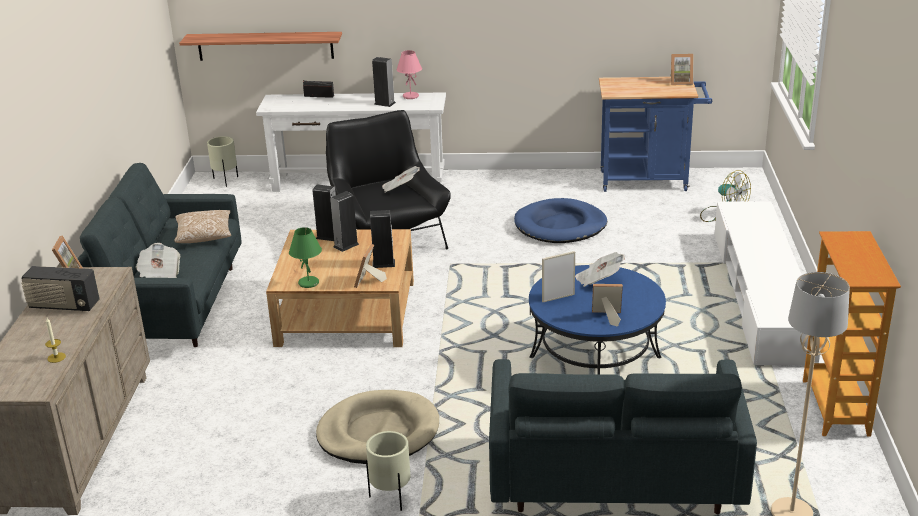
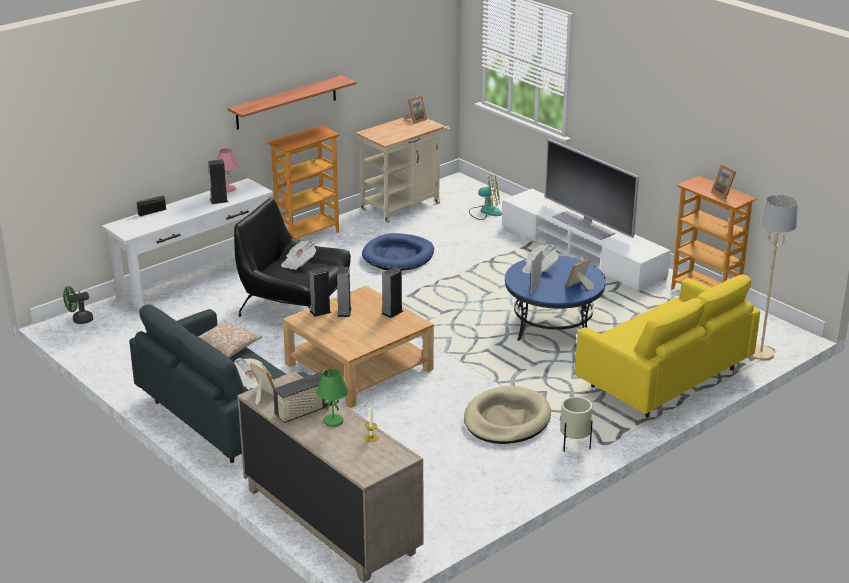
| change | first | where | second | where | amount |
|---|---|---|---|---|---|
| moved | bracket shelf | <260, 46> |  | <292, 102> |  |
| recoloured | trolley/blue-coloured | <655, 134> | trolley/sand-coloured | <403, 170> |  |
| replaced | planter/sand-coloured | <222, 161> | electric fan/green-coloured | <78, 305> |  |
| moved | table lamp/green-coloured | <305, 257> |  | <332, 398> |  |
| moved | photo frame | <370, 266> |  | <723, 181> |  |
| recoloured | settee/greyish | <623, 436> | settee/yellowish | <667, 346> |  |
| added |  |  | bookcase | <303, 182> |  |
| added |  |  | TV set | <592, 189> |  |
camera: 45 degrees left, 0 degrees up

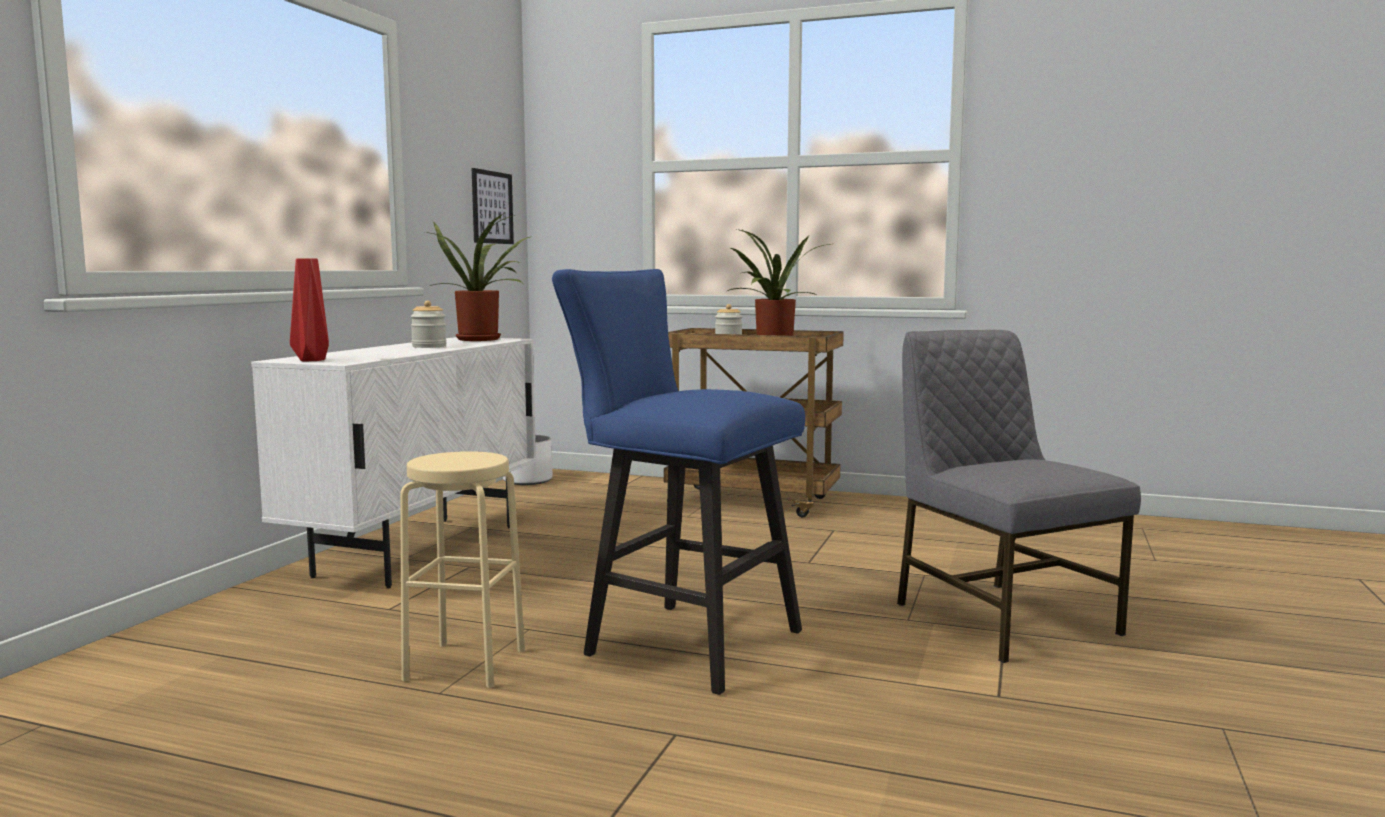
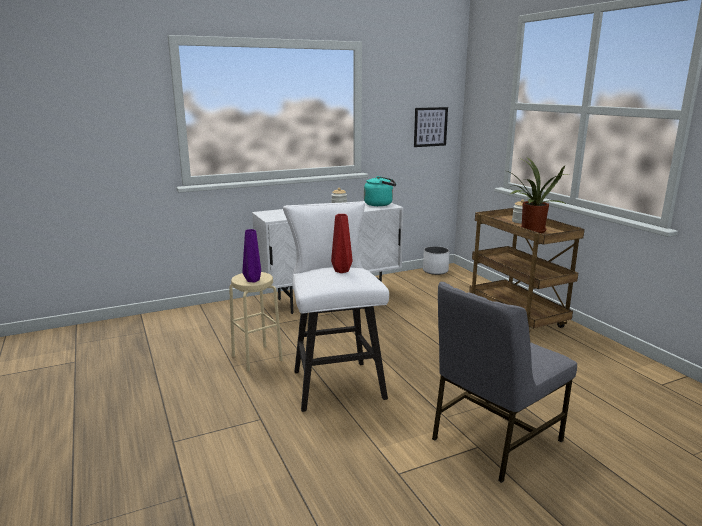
| change | first | where | second | where | amount |
|---|---|---|---|---|---|
| replaced | houseplant | <477, 277> | water kettle/turquoise | <380, 191> |  |
| moved | flower vase/reddish | <309, 309> |  | <342, 243> |  |
| recoloured | stool/blue-coloured | <678, 482> | stool/whitish | <336, 306> |  |
| turned | plain chair/greyish | <1019, 496> |  | <504, 382> | 150 degrees counterclockwise |
| added |  |  | flower vase/purple-coloured | <251, 255> |  |
camera: 45 degrees right, 10 degrees up

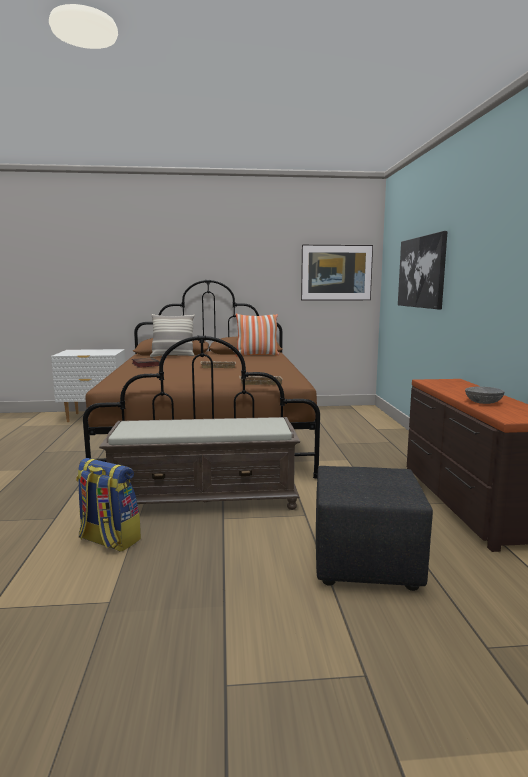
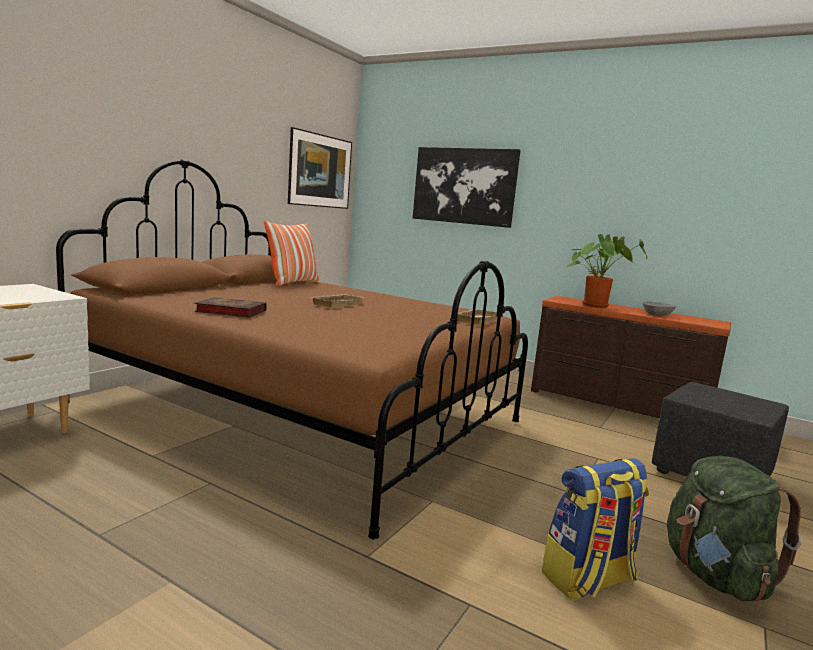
| change | first | where | second | where | amount |
|---|---|---|---|---|---|
| removed | throw pillow | <172, 335> |  |  |  |
| removed | bench/brownish | <199, 463> |  |  |  |
| added |  |  | houseplant | <607, 271> |  |
| added |  |  | knapsack/green-coloured | <734, 529> |  |
camera: 55 degrees left, 0 degrees up

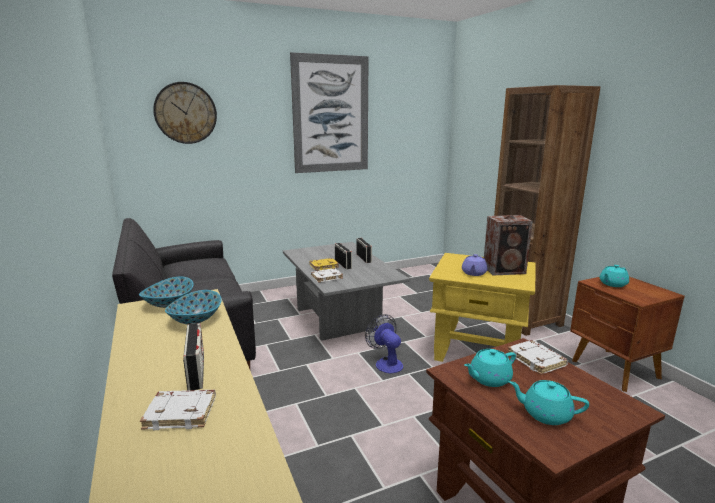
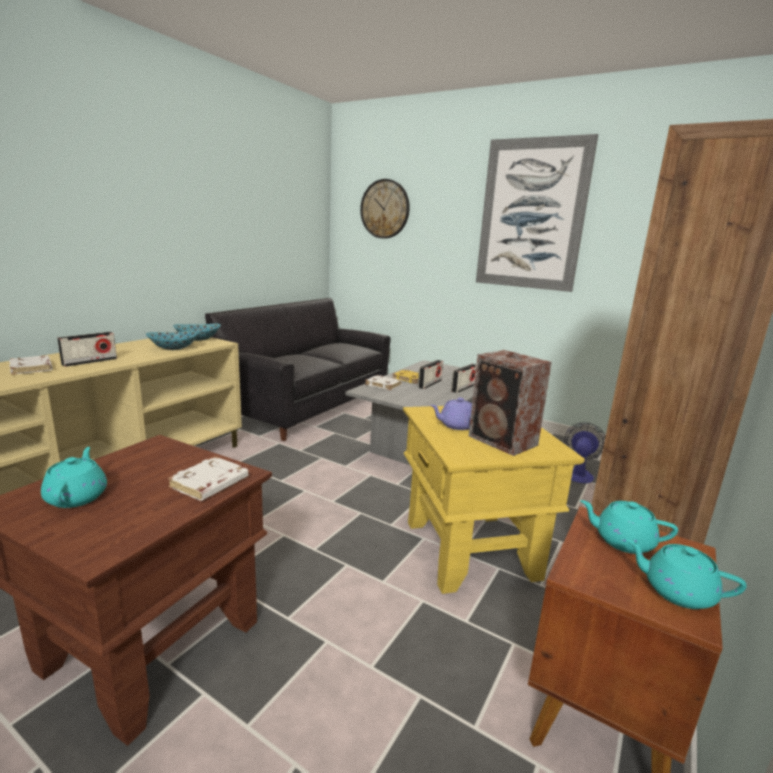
| change | first | where | second | where | amount |
|---|---|---|---|---|---|
| moved | electric fan | <384, 343> |  | <585, 453> |  |
| moved | teapot/turquoise | <490, 368> |  | <687, 574> |  |
camera: 55 degrees right, 0 degrees up

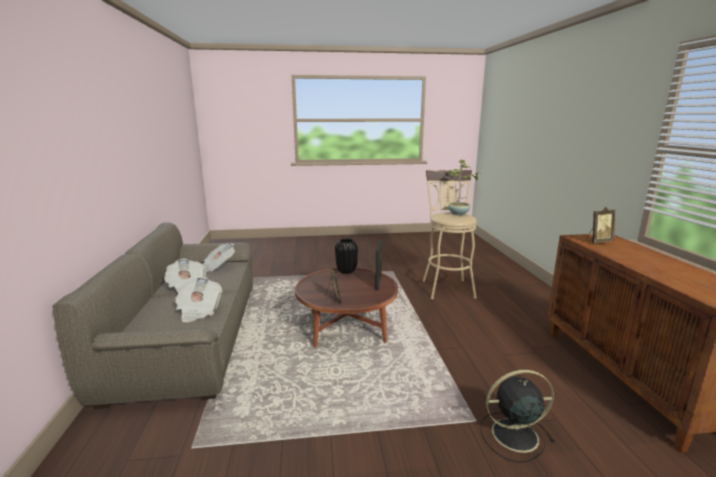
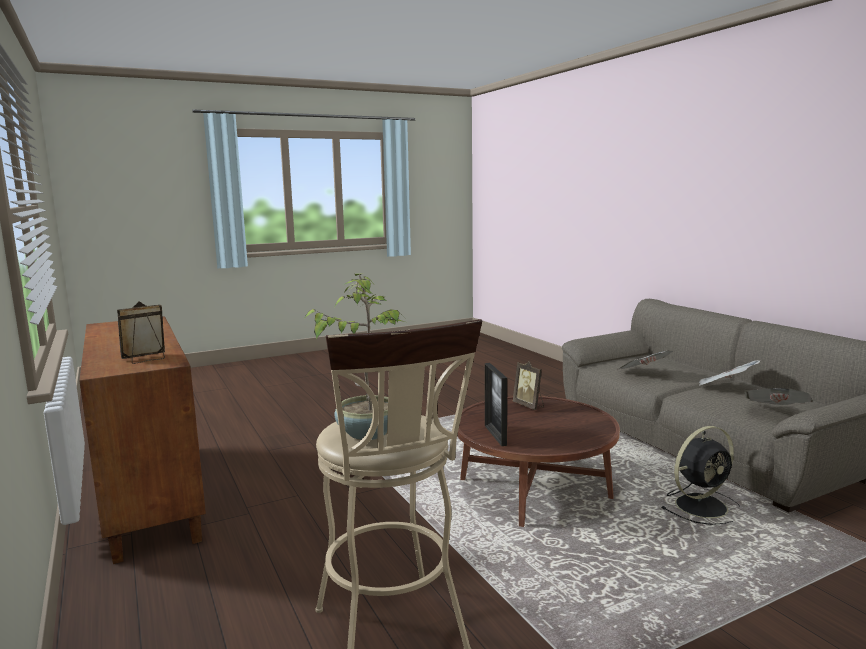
| change | first | where | second | where | amount |
|---|---|---|---|---|---|
| removed | flower vase/black | <346, 256> |  |  |  |
| moved | electric fan/black | <517, 416> |  | <700, 475> |  |
camera: 160 degrees right, 5 degrees down

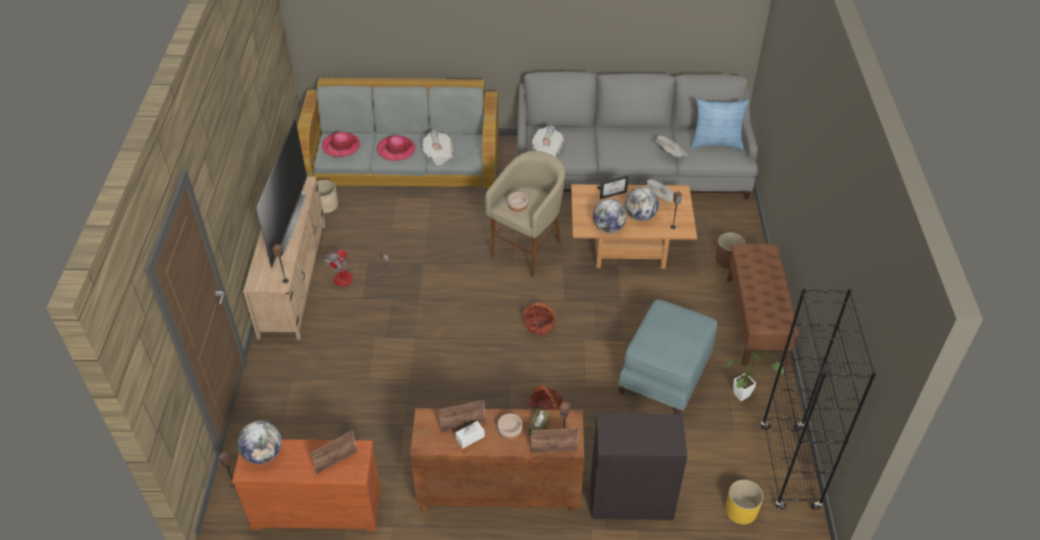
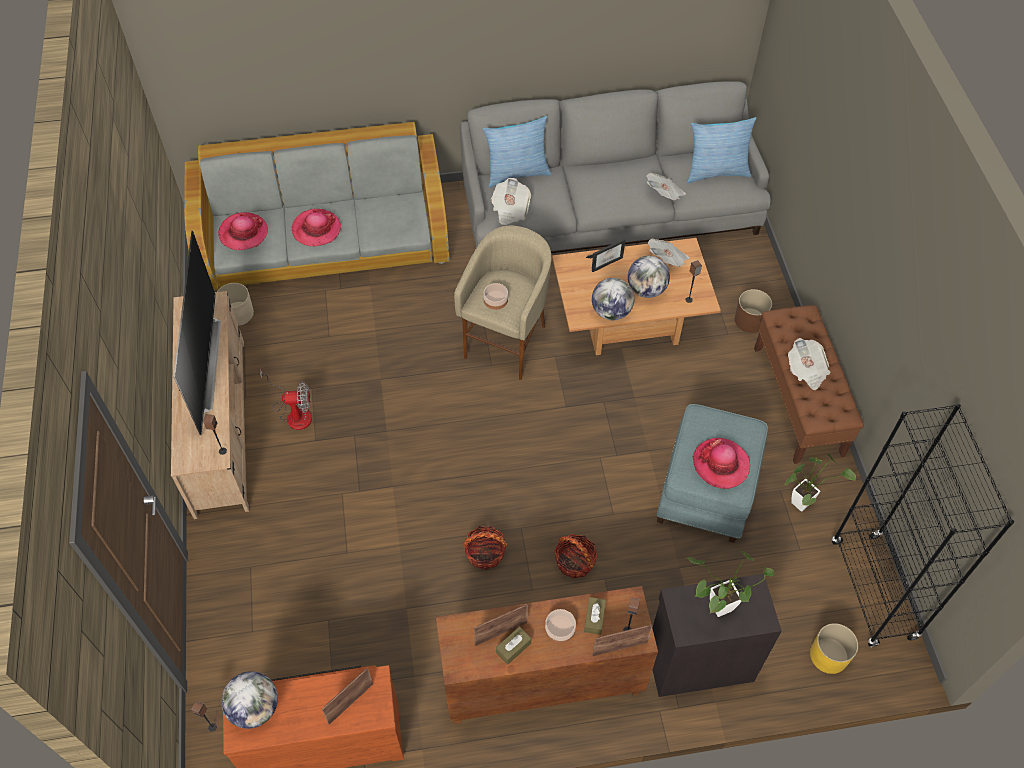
| change | first | where | second | where | amount |
|---|---|---|---|---|---|
| moved | printed paper | <438, 148> |  | <809, 364> |  |
| turned | electric fan | <356, 267> |  | <286, 399> | 105 degrees counterclockwise |
| moved | household basket | <540, 319> |  | <485, 548> |  |
| recoloured | tissue holder/whitish | <470, 434> | tissue holder/brownish | <513, 645> |  |
| added |  |  | throw pillow | <517, 152> |  |
| added |  |  | wearable hat | <721, 463> |  |
| added |  |  | houseplant | <731, 584> |  |
camera: 10 degrees left, 10 degrees up

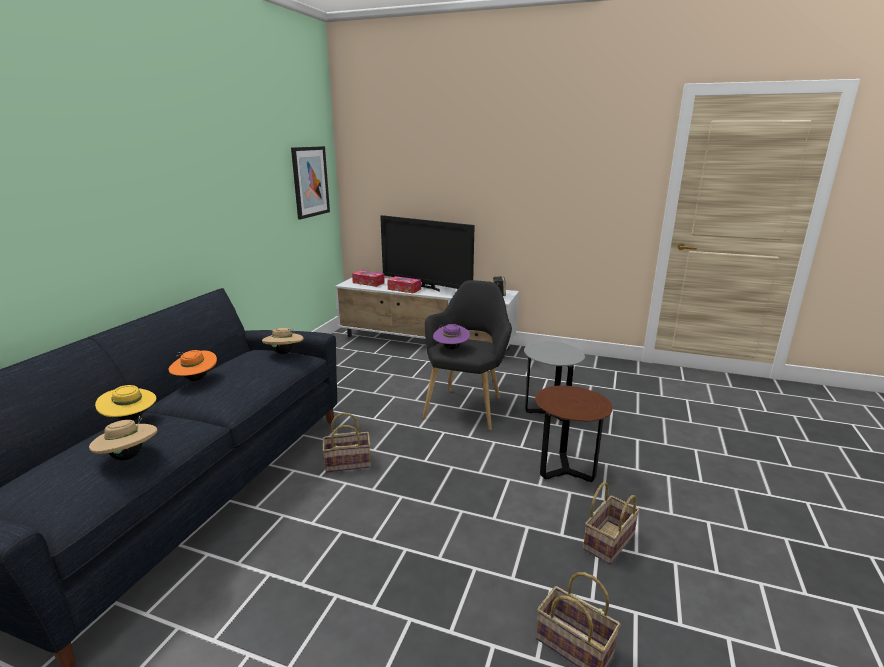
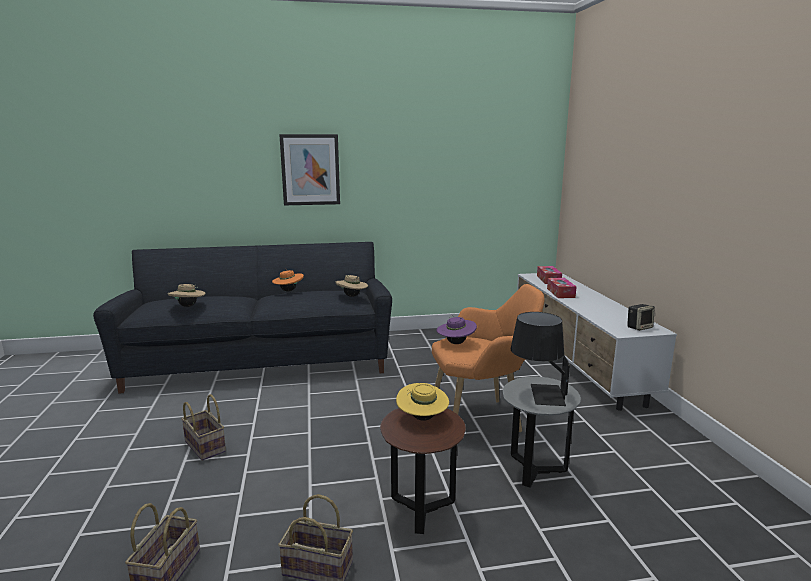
| change | first | where | second | where | amount |
|---|---|---|---|---|---|
| moved | picture | <310, 182> |  | <309, 169> |  |
| removed | TV set | <427, 253> |  |  |  |
| recoloured | lounge chair/black | <467, 355> | lounge chair/orangey | <488, 358> |  |
| moved | wearable hat/yellowish | <125, 402> |  | <422, 402> |  |
| moved | household basket | <347, 443> |  | <203, 427> |  |
| added |  |  | table lamp/black | <540, 359> |  |
camera: 60 degrees right, 5 degrees down

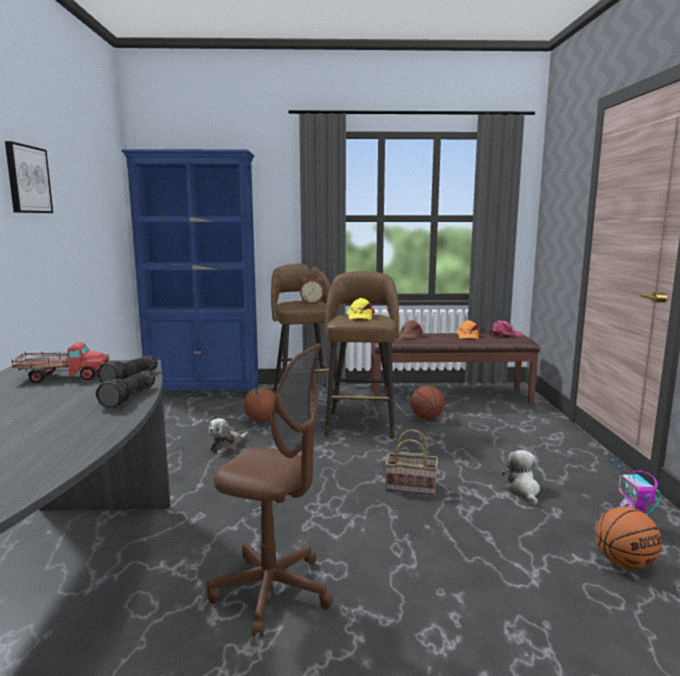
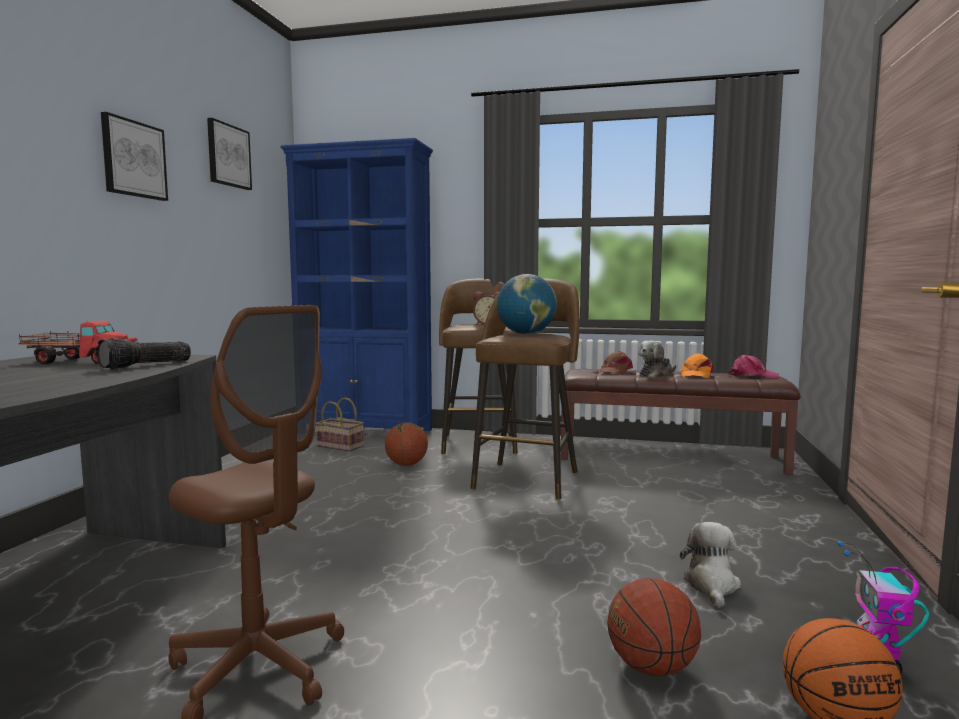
| change | first | where | second | where | amount |
|---|---|---|---|---|---|
| replaced | peaked cap/yellowish | <361, 309> | globe | <527, 304> |  |
| removed | flashlight | <126, 389> |  |  |  |
| moved | basketball | <427, 403> |  | <654, 627> |  |
| moved | cuddly toy | <228, 436> |  | <657, 359> |  |
| moved | household basket | <411, 462> |  | <340, 424> |  |
| added |  |  | picture | <229, 154> |  |
camera: 15 degrees right, 5 degrees down

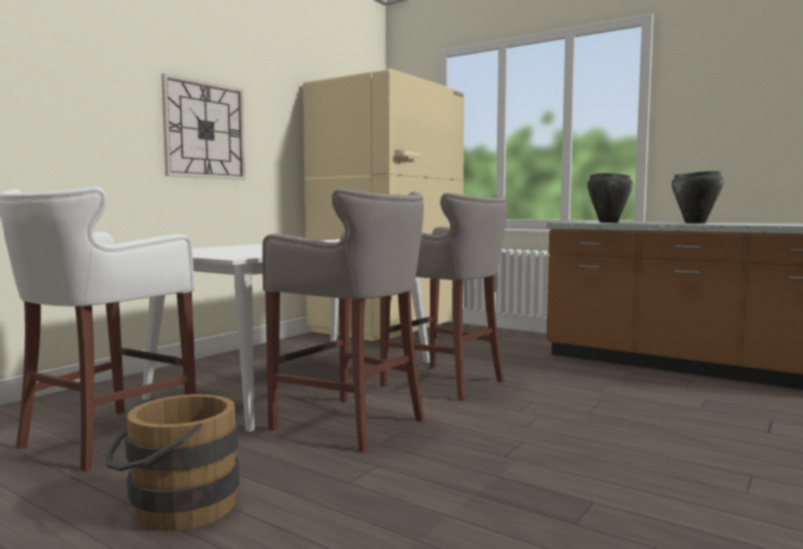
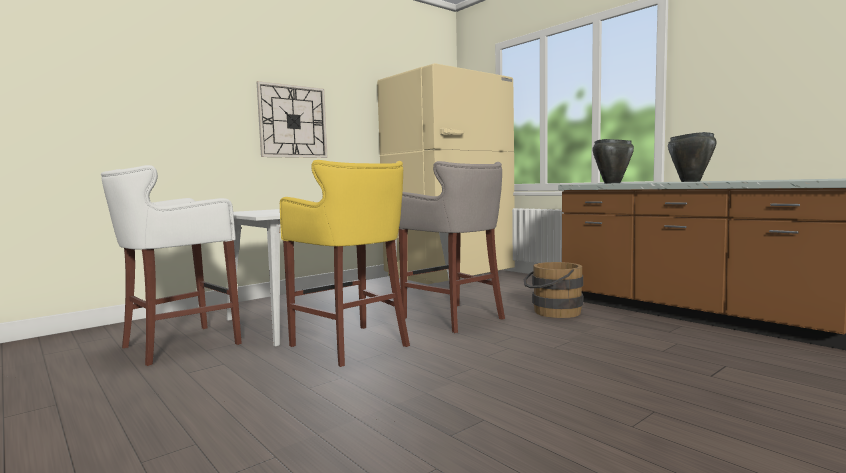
| change | first | where | second | where | amount |
|---|---|---|---|---|---|
| recoloured | stool/greyish | <343, 320> | stool/yellowish | <345, 263> |  |
| moved | water bucket/brownish | <172, 462> |  | <553, 290> |  |
camera: 15 degrees right, 0 degrees up

